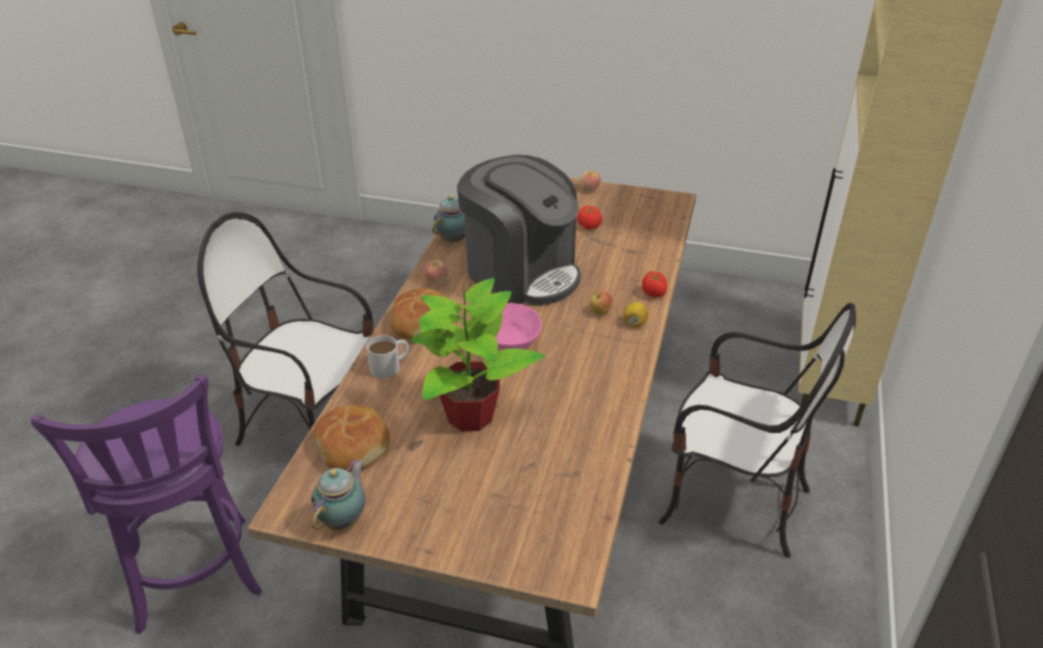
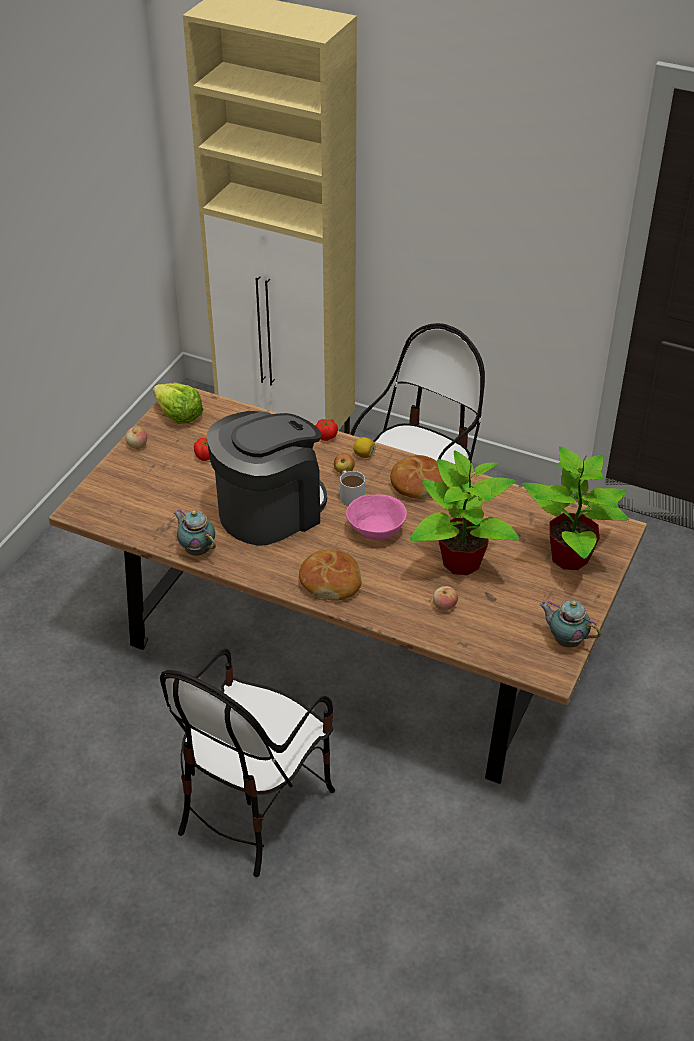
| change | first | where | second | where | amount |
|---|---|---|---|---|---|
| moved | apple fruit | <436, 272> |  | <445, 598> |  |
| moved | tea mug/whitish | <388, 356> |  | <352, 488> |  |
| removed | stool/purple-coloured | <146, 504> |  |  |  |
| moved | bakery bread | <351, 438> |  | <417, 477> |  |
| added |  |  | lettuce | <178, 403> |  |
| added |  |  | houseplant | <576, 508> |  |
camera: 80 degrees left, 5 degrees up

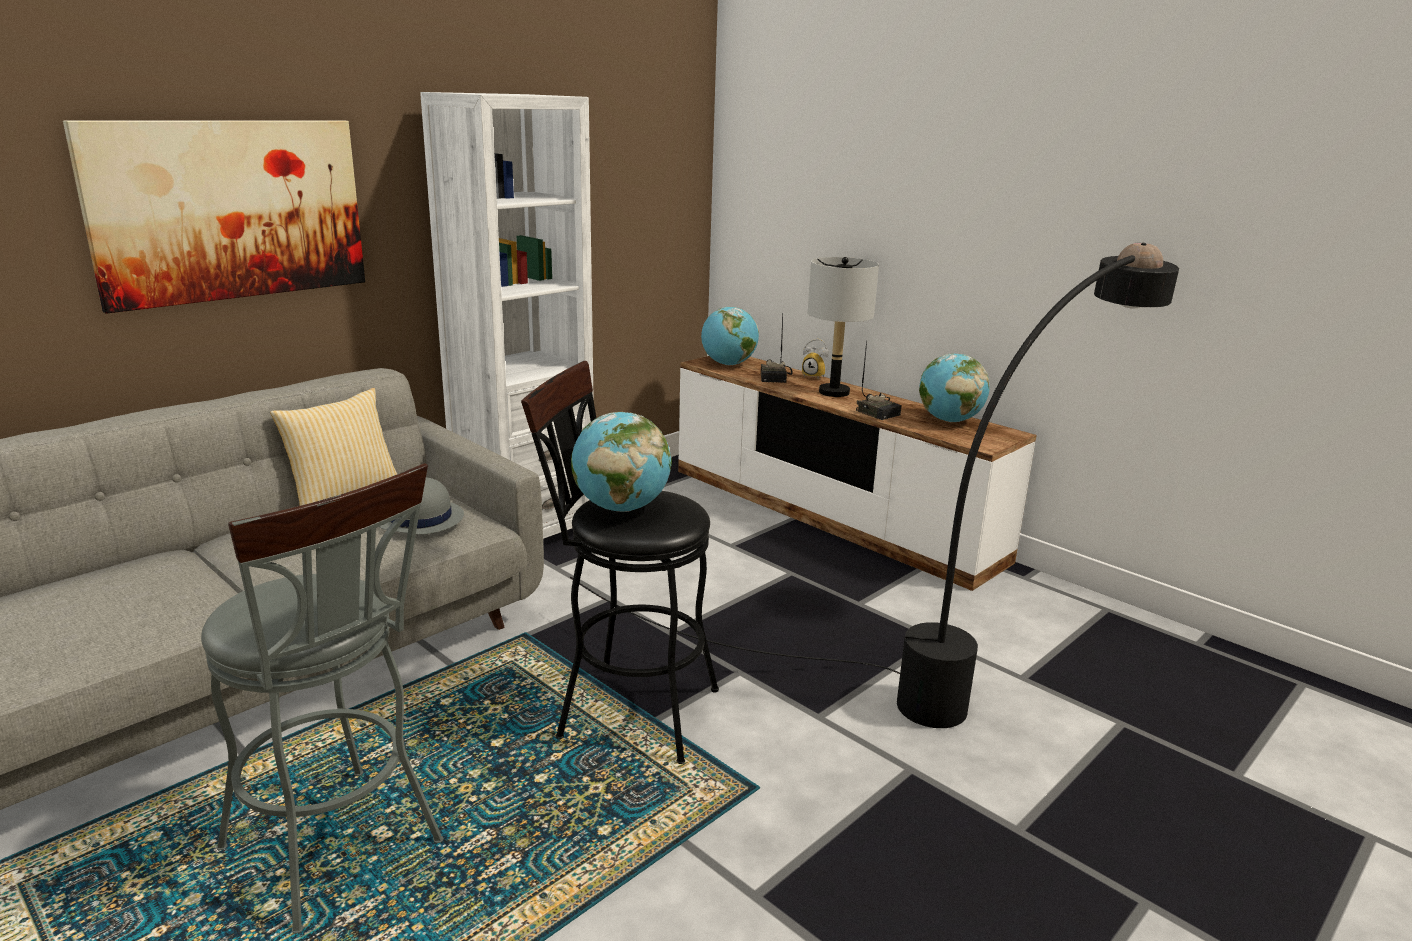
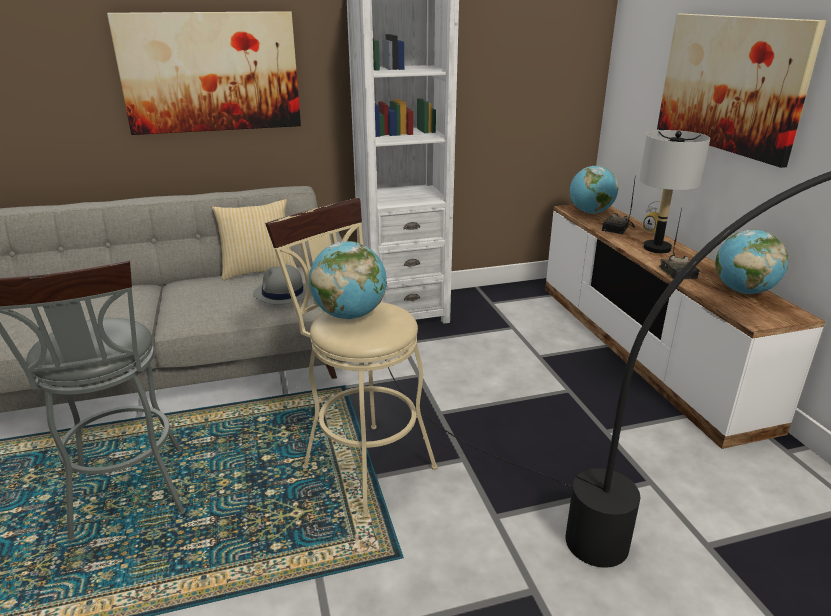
| change | first | where | second | where | amount |
|---|---|---|---|---|---|
| recoloured | stool/black | <620, 562> | stool/sand-coloured | <351, 357> |  |
| added |  |  | picture | <741, 91> |  |
camera: 30 degrees right, 5 degrees up

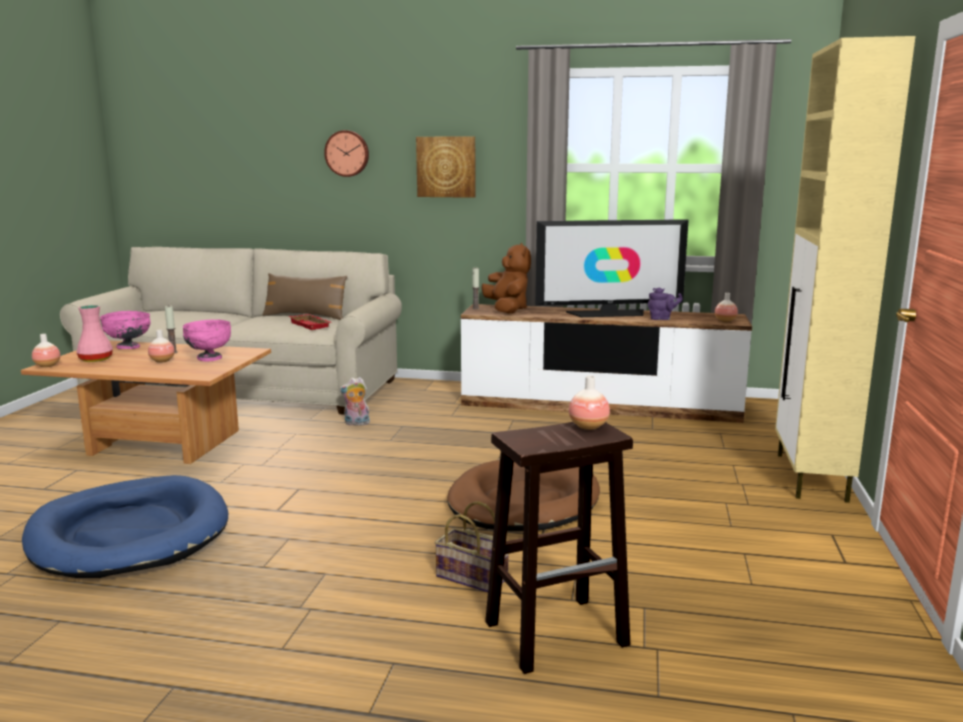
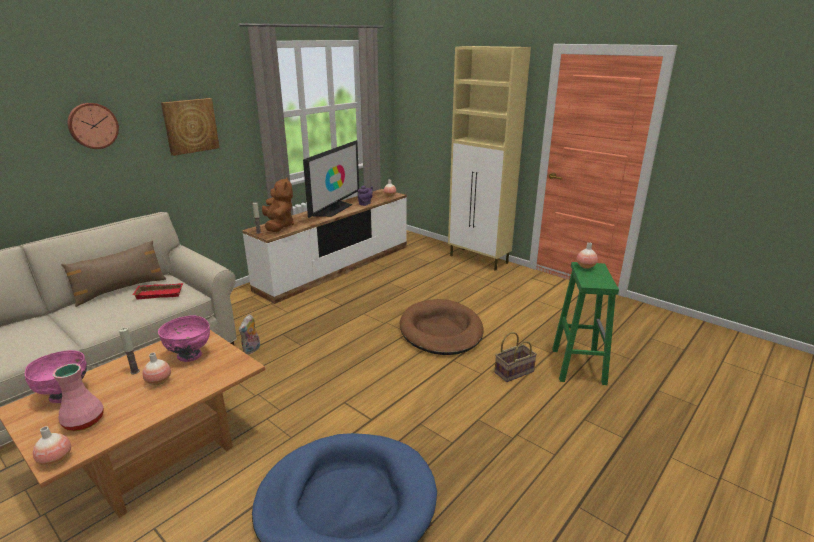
| change | first | where | second | where | amount |
|---|---|---|---|---|---|
| turned | cuddly toy/brownish | <506, 278> |  | <278, 204> | 60 degrees clockwise |
| recoloured | stool/brownish | <559, 548> | stool/green-coloured | <585, 323> |  |
camera: 60 degrees left, 10 degrees up

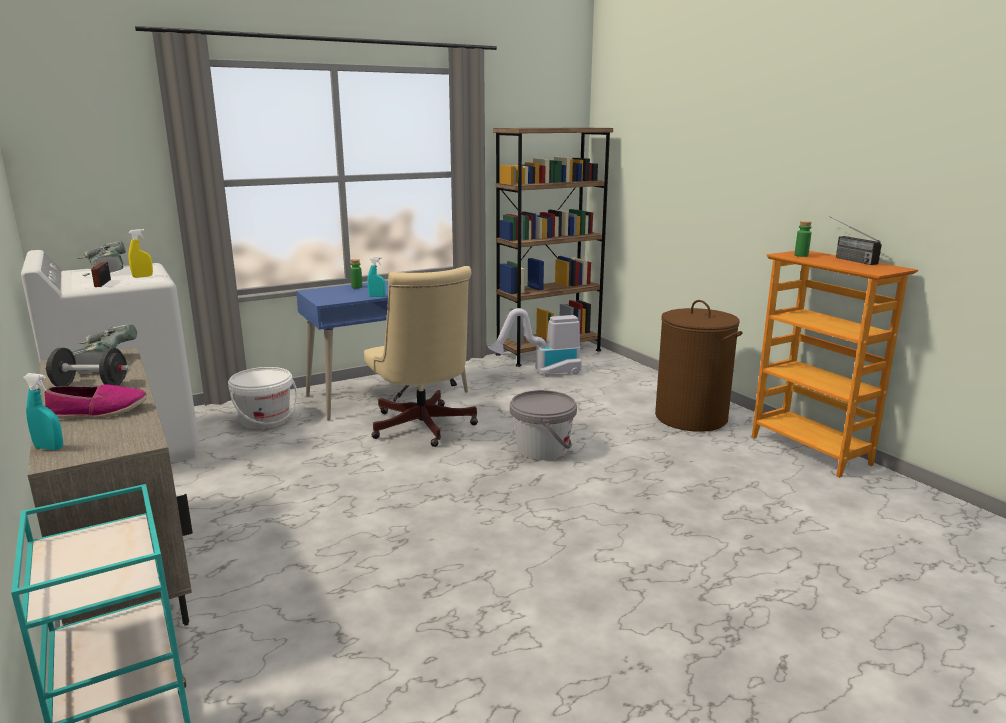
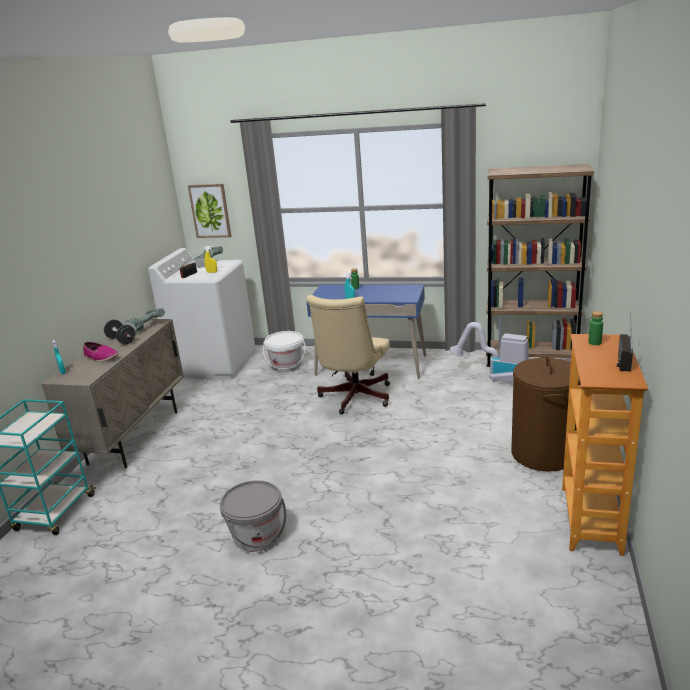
| change | first | where | second | where | amount |
|---|---|---|---|---|---|
| moved | water bucket/greyish | <543, 425> |  | <253, 516> |  |
| added |  |  | picture | <209, 211> |  |
camera: 45 degrees right, 5 degrees up

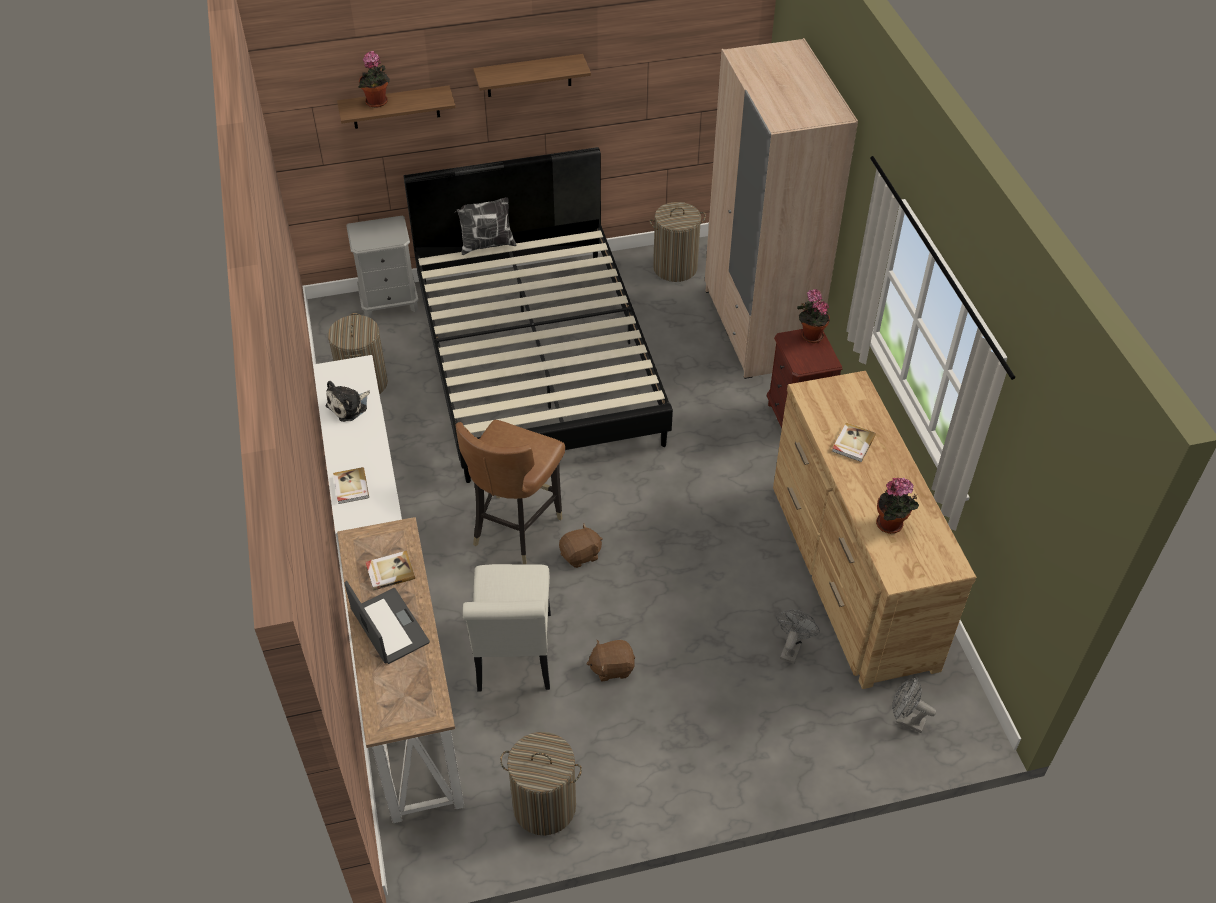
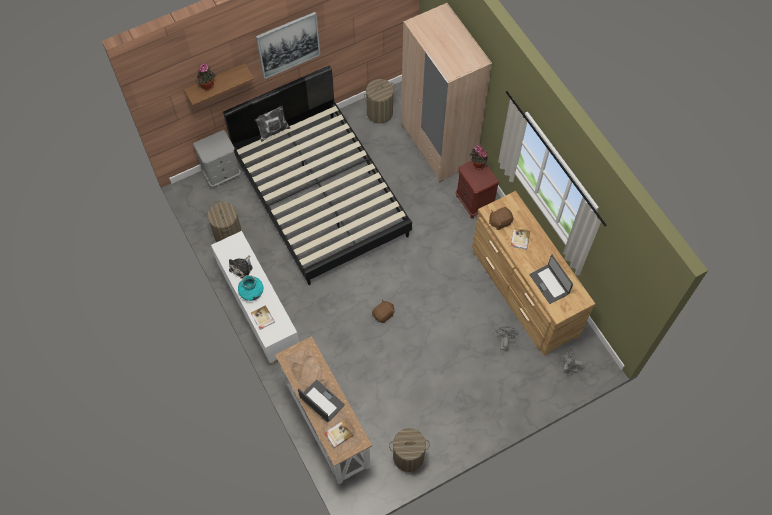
| change | first | where | second | where | amount |
|---|---|---|---|---|---|
| replaced | bracket shelf | <532, 75> | picture | <288, 45> |  |
| removed | plain chair/brownish | <510, 492> |  |  |  |
| replaced | houseplant | <897, 506> | notebook computer | <551, 279> |  |
| moved | book | <390, 570> |  | <339, 434> |  |
| removed | plain chair/whitish | <507, 628> |  |  |  |
| moved | cuddly toy/brownish | <611, 660> |  | <501, 218> |  |
| added |  |  | flower vase/turquoise | <250, 288> |  |
camera: 15 degrees left, 15 degrees up

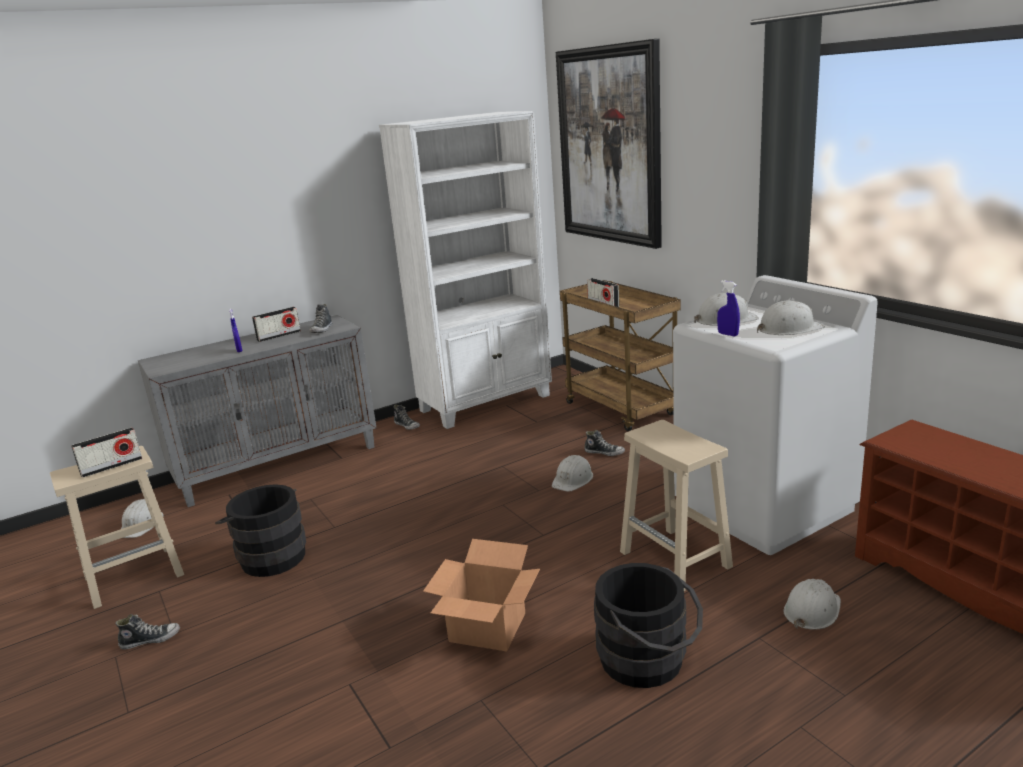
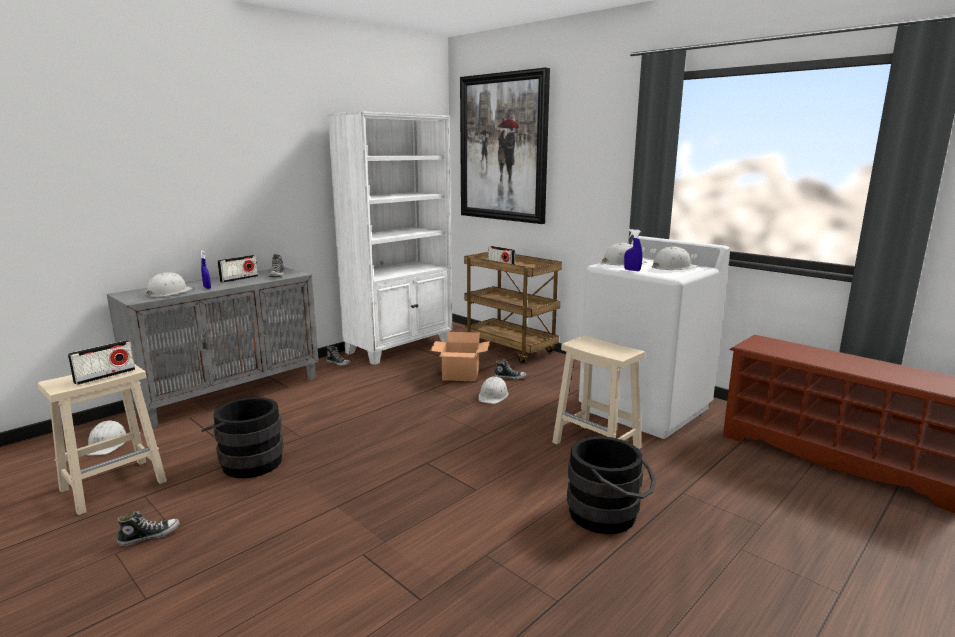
| change | first | where | second | where | amount |
|---|---|---|---|---|---|
| moved | packing box | <481, 595> |  | <460, 357> |  |
| moved | safety helmet/whitish | <812, 604> |  | <170, 284> |  |
camera: 15 degrees left, 5 degrees down

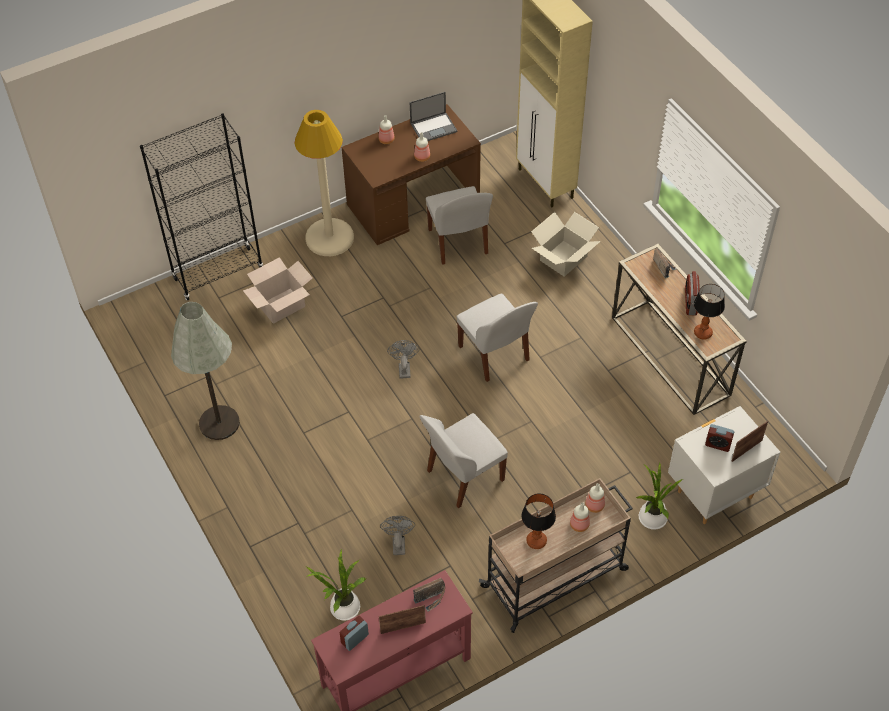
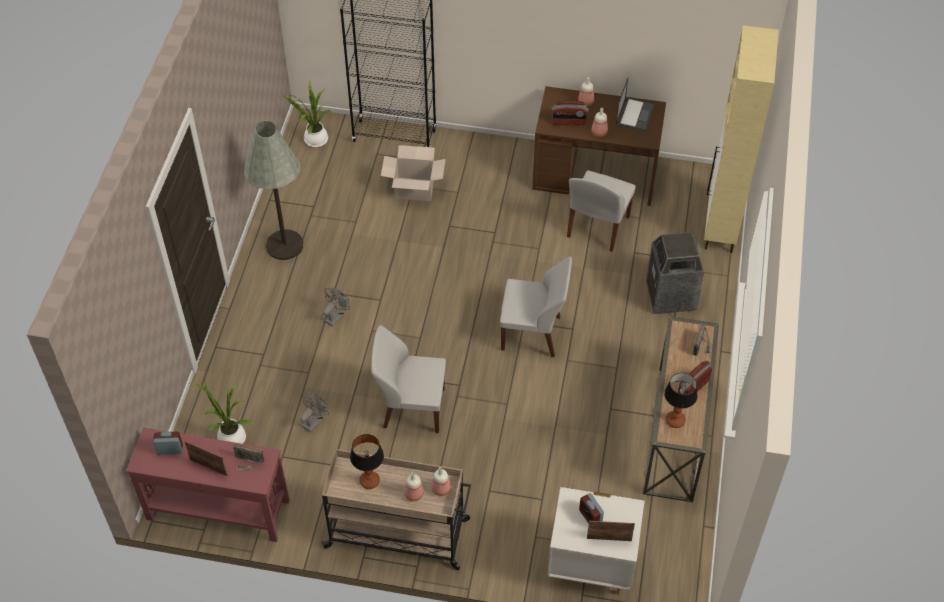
| change | first | where | second | where | amount |
|---|---|---|---|---|---|
| turned | notebook computer | <433, 116> |  | <635, 105> | 90 degrees counterclockwise |
| removed | floor lamp/sand-coloured | <324, 183> |  |  |  |
| replaced | packing box | <565, 244> | waste bin | <675, 273> |  |
| turned | plain chair/whitish | <497, 337> |  | <536, 306> | 90 degrees counterclockwise |
| moved | electric fan/greyish | <403, 359> |  | <336, 307> |  |
| moved | houseplant | <659, 496> |  | <307, 114> |  |
| added |  |  | radio | <570, 113> |  |
camera: 40 degrees right, 0 degrees up

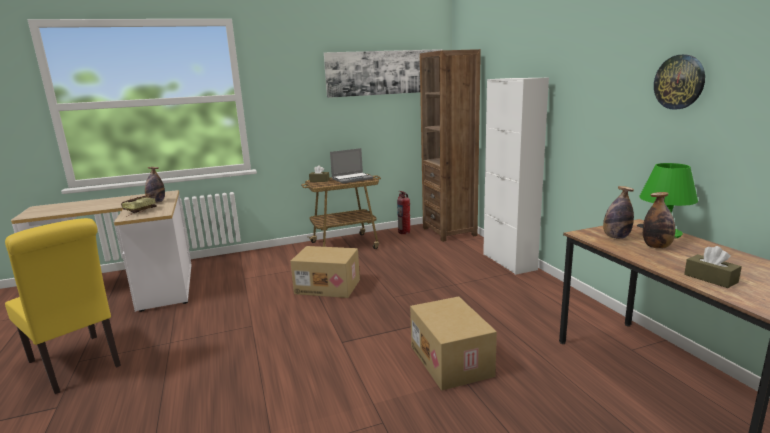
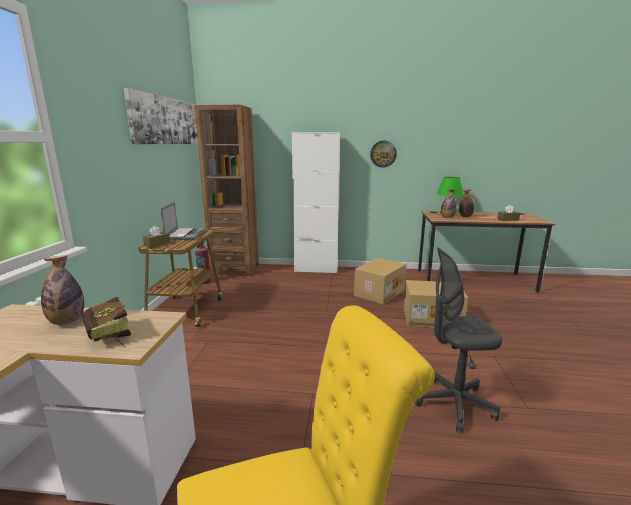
| change | first | where | second | where | amount |
|---|---|---|---|---|---|
| moved | clock on the wall | <679, 82> |  | <383, 154> |  |
| moved | packing box | <325, 272> |  | <380, 281> |  |
| added |  |  | office chair/greyish | <458, 339> |  |
camera: 65 degrees left, 0 degrees up

